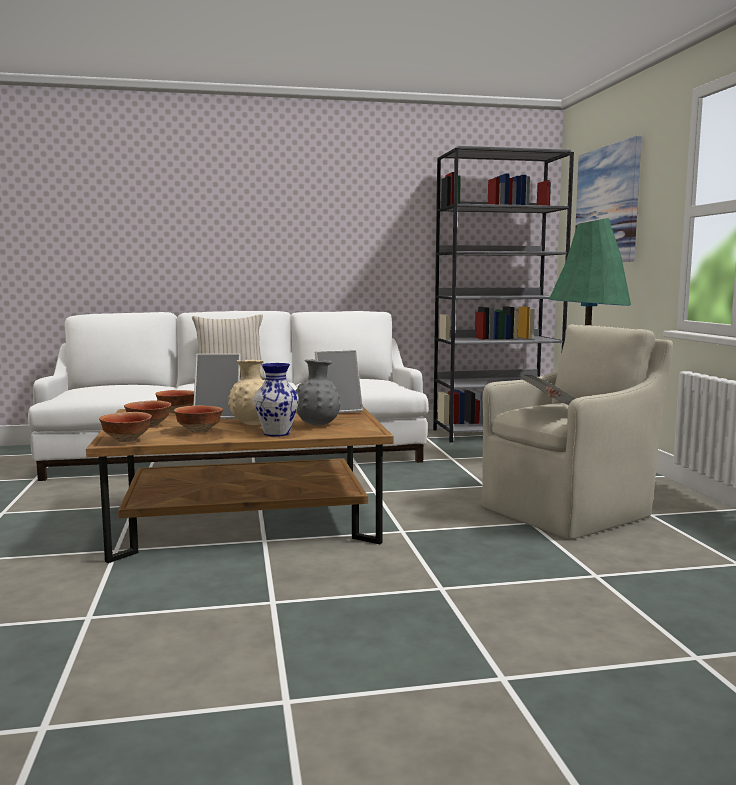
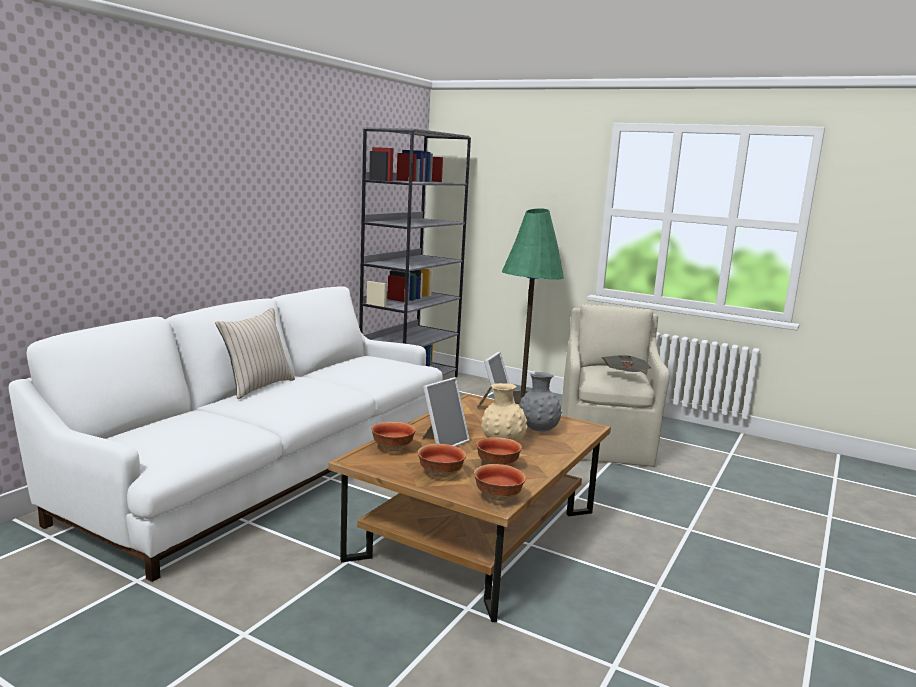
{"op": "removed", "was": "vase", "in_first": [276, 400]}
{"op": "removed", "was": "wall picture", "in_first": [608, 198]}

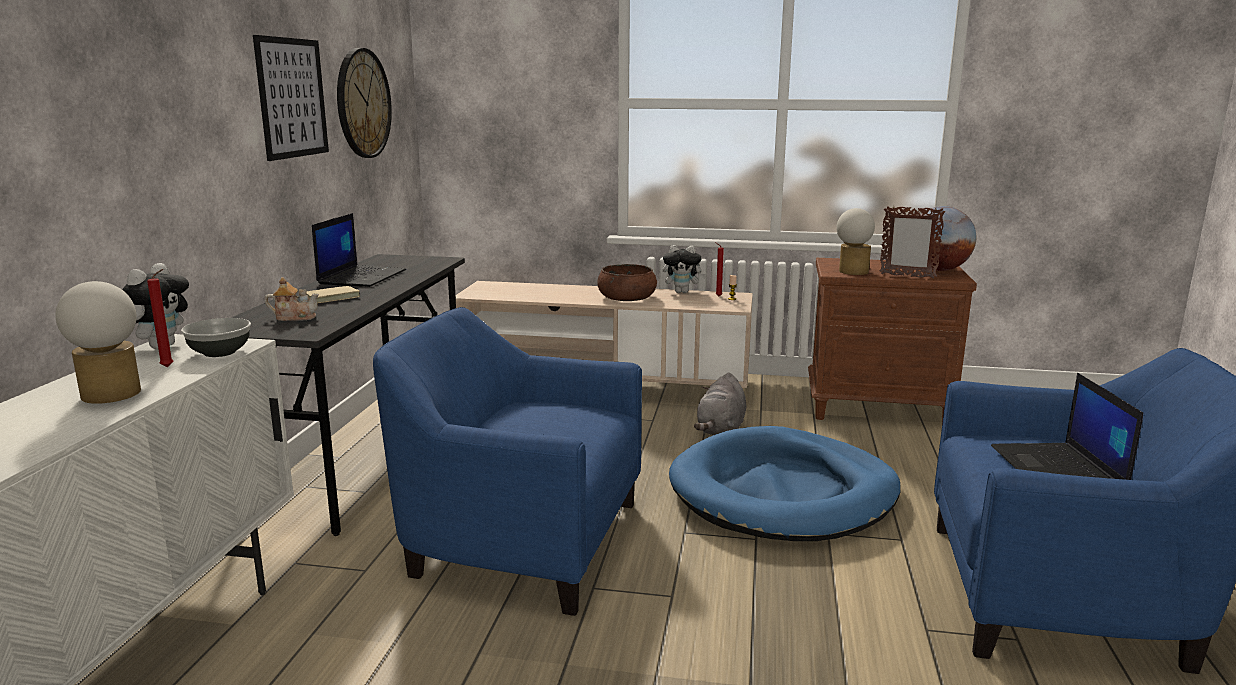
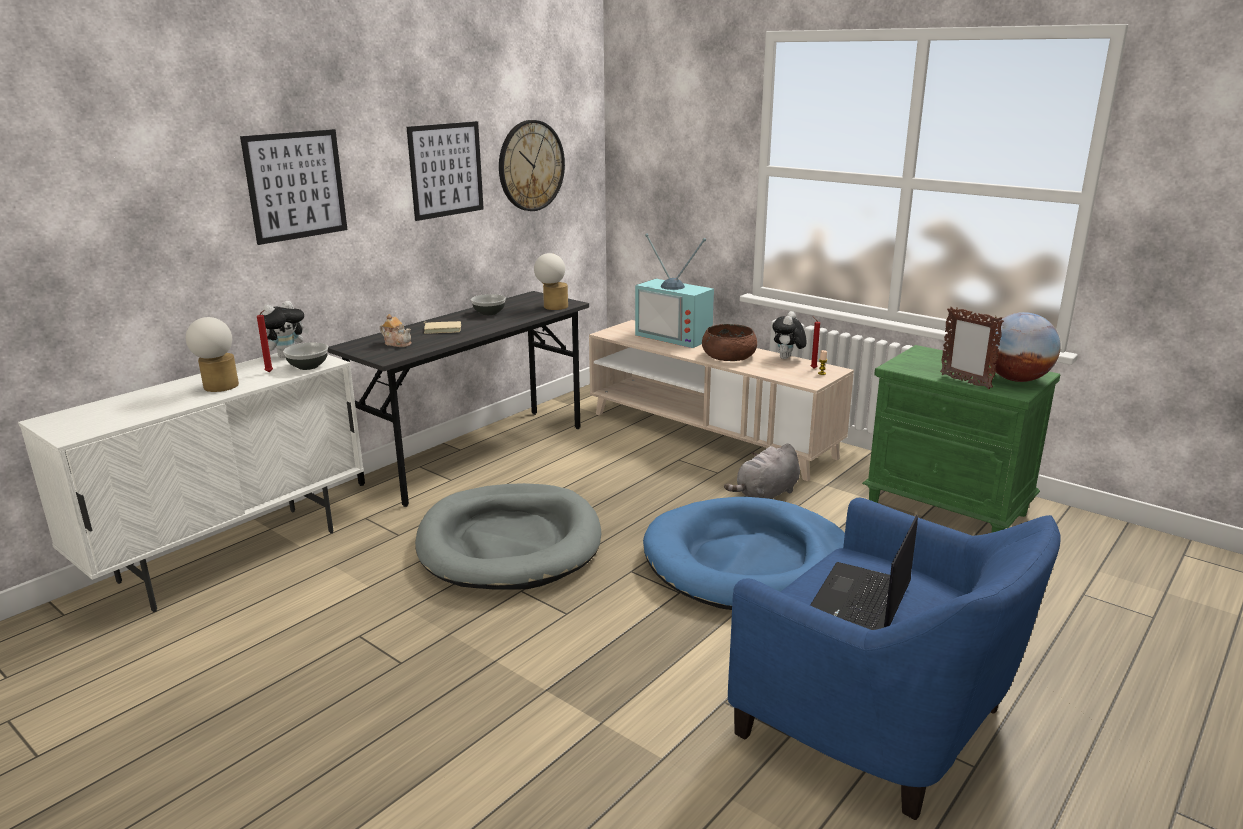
{"op": "added", "now": "wall picture", "in_second": [294, 187]}
{"op": "added", "now": "TV", "in_second": [674, 290]}
{"op": "moved", "was": "tabletop lamp", "in_first": [855, 241], "in_second": [551, 281]}
{"op": "replaced", "was": "notebook computer", "now": "bowl", "in_first": [359, 250], "in_second": [488, 304]}
{"op": "replaced", "was": "armchair in bluish", "now": "dog cushion in greyish", "in_first": [507, 461], "in_second": [508, 536]}
{"op": "recoloured", "was": "night table in brown", "now": "night table in green", "in_first": [892, 340], "in_second": [961, 439]}
{"op": "turned", "was": "cuddly toy", "in_first": [685, 269], "in_second": [789, 335], "clockwise": 75}

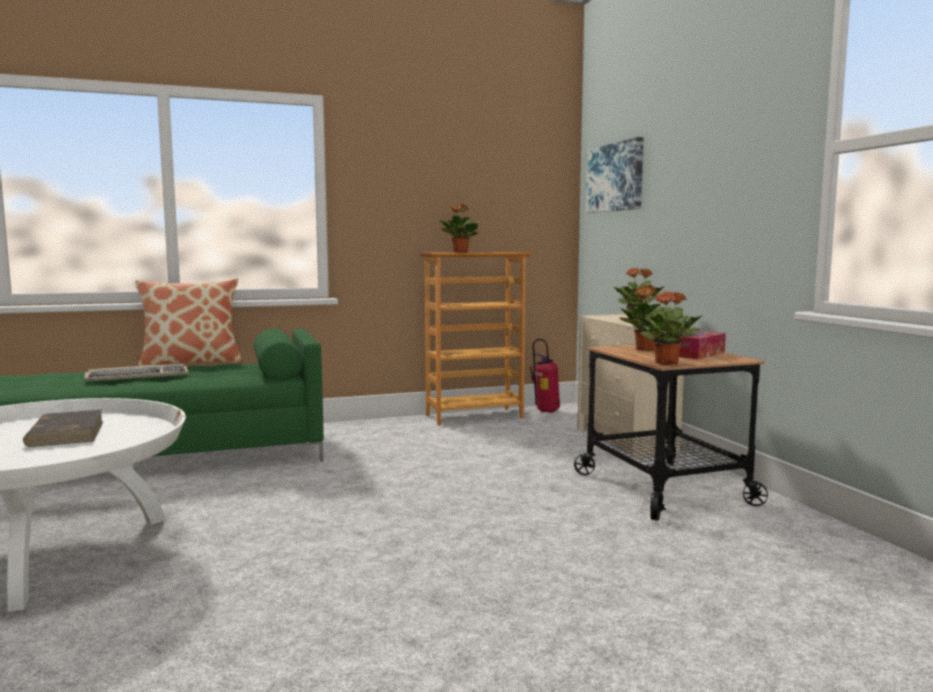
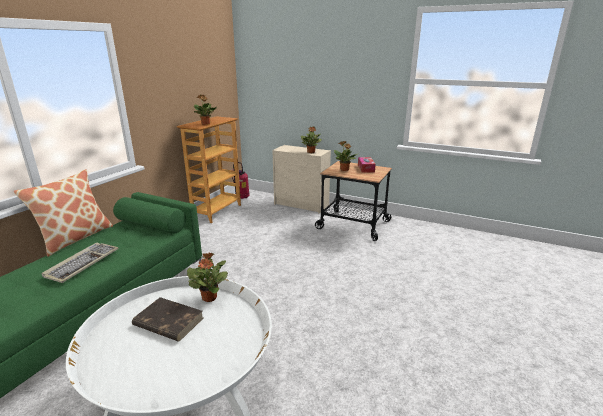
{"op": "removed", "was": "wall picture", "in_first": [615, 175]}
{"op": "moved", "was": "houseplant", "in_first": [670, 328], "in_second": [207, 277]}

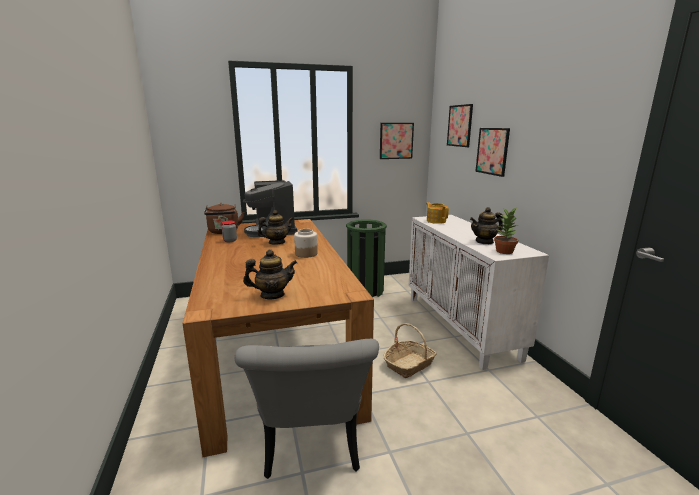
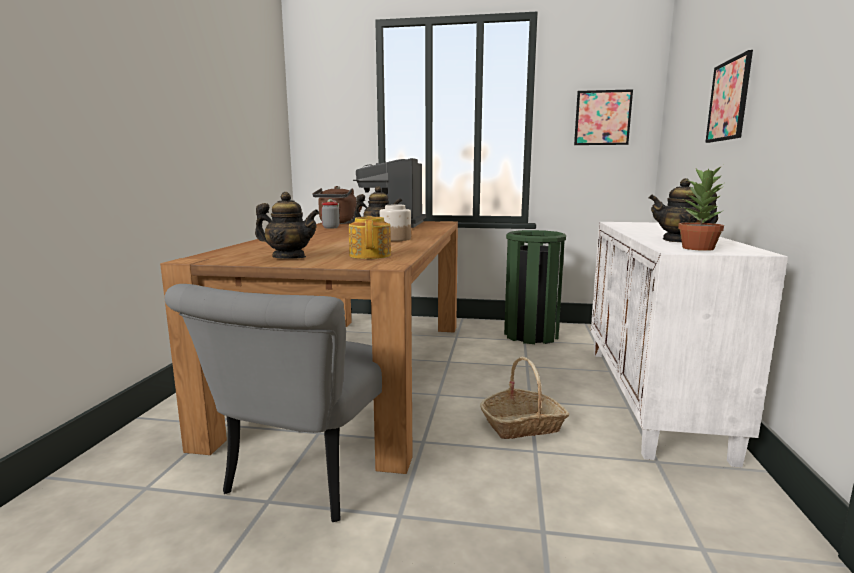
{"op": "removed", "was": "wall picture", "in_first": [460, 125]}
{"op": "moved", "was": "teapot", "in_first": [437, 213], "in_second": [370, 237]}

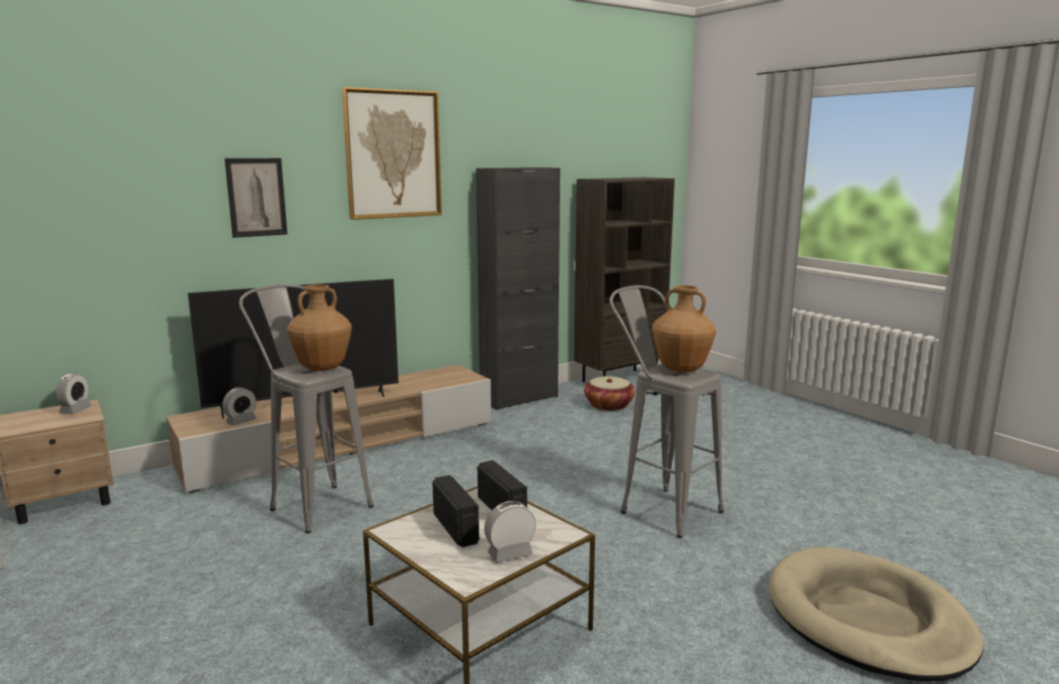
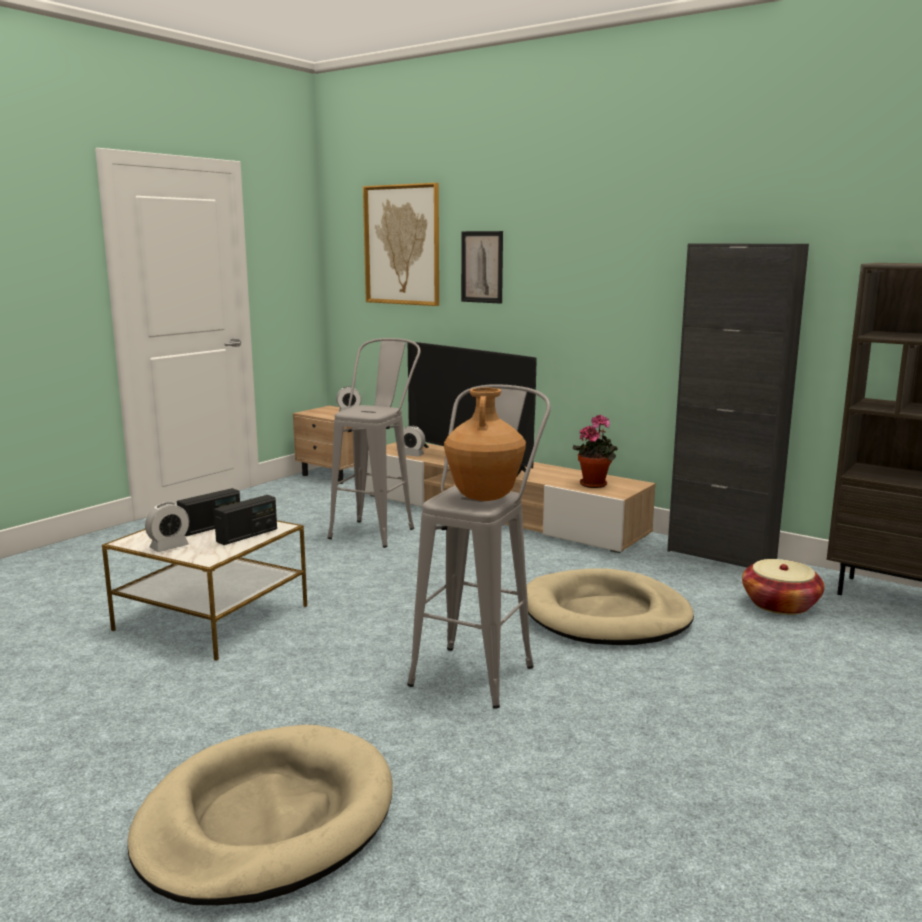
{"op": "removed", "was": "vase in brown", "in_first": [319, 327]}
{"op": "added", "now": "dog cushion in beige-coloured", "in_second": [610, 607]}
{"op": "added", "now": "houseplant", "in_second": [595, 451]}
{"op": "moved", "was": "wall picture", "in_first": [392, 153], "in_second": [401, 244]}
{"op": "turned", "was": "alarm clock", "in_first": [510, 532], "in_second": [167, 527], "clockwise": 90}

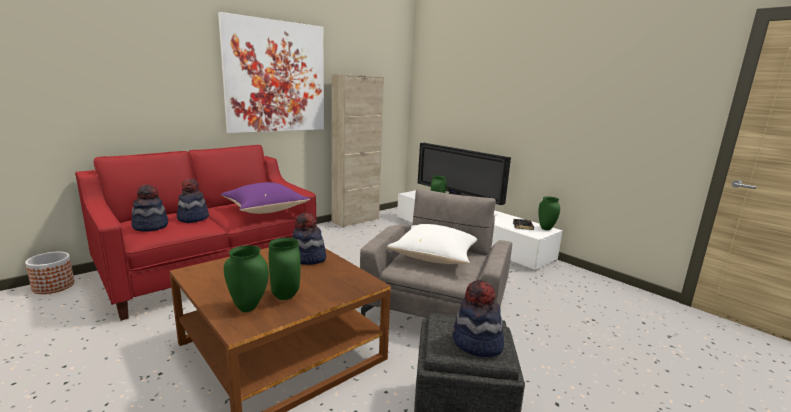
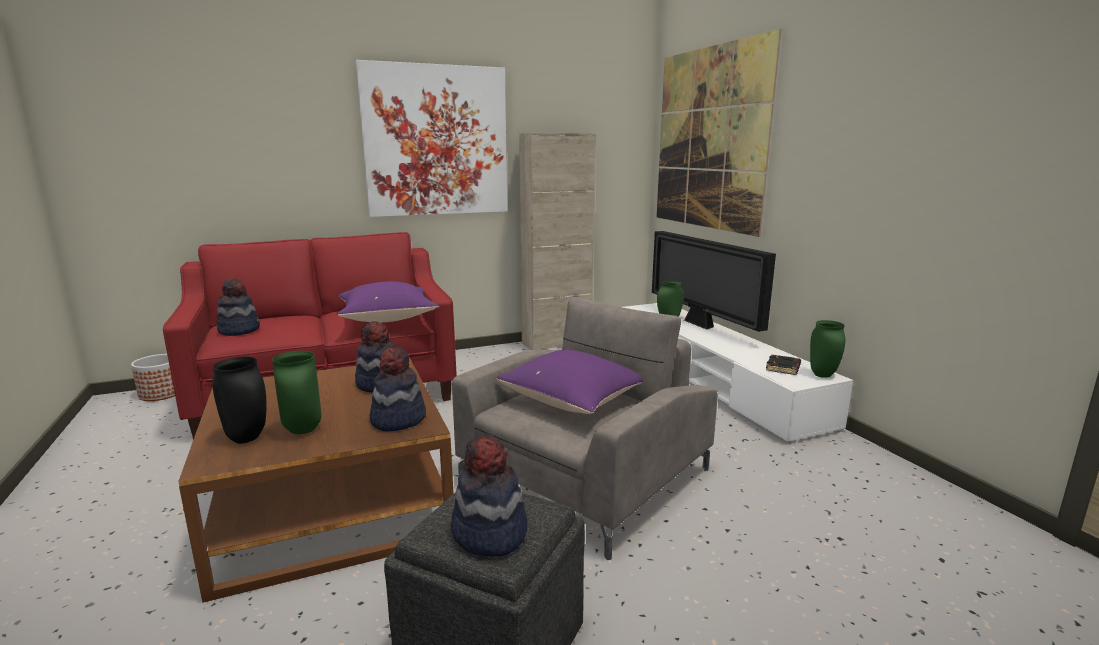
{"op": "added", "now": "wall picture", "in_second": [718, 133]}
{"op": "moved", "was": "clothing hat", "in_first": [193, 200], "in_second": [397, 389]}
{"op": "recoloured", "was": "vase in green", "now": "vase in blackish", "in_first": [246, 278], "in_second": [239, 400]}
{"op": "recoloured", "was": "throw pillow in whitish", "now": "throw pillow in purplish", "in_first": [432, 244], "in_second": [569, 382]}

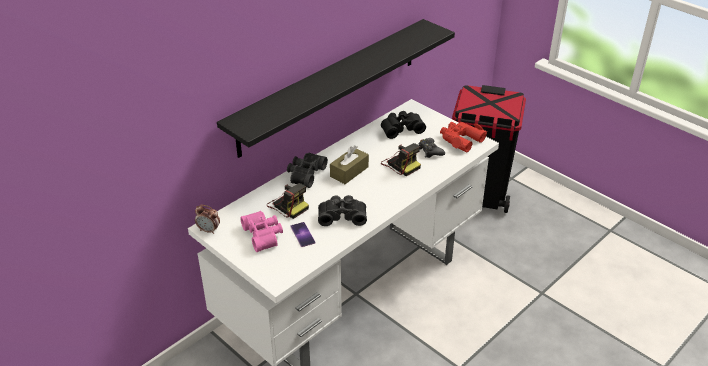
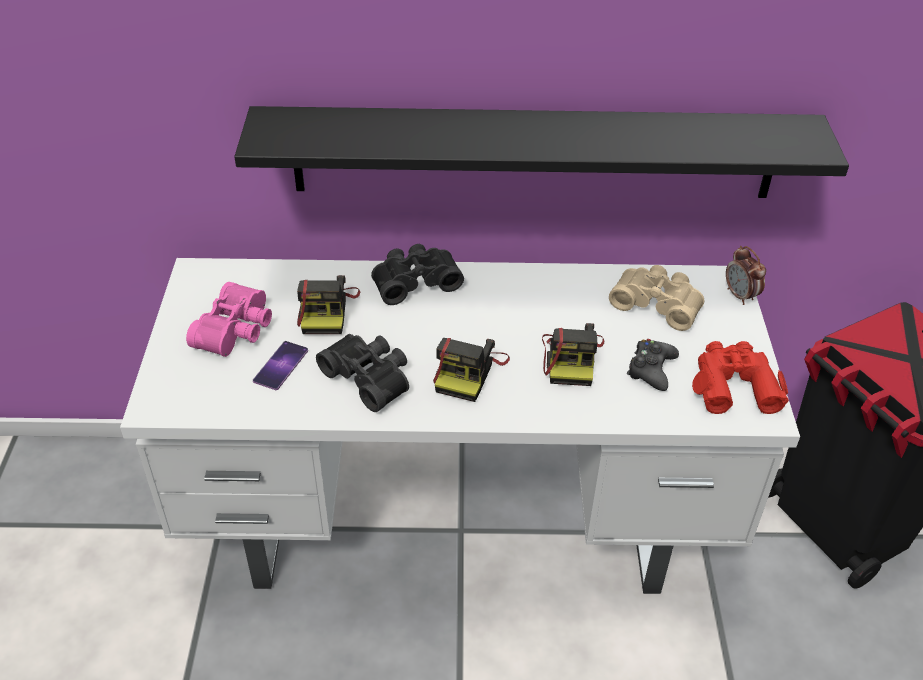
{"op": "removed", "was": "box of tissues in brown", "in_first": [349, 164]}
{"op": "added", "now": "photo camera", "in_second": [471, 370]}
{"op": "moved", "was": "alarm clock", "in_first": [207, 219], "in_second": [746, 275]}
{"op": "recoloured", "was": "binoculars in blackish", "now": "binoculars in beige-coloured", "in_first": [403, 125], "in_second": [656, 298]}

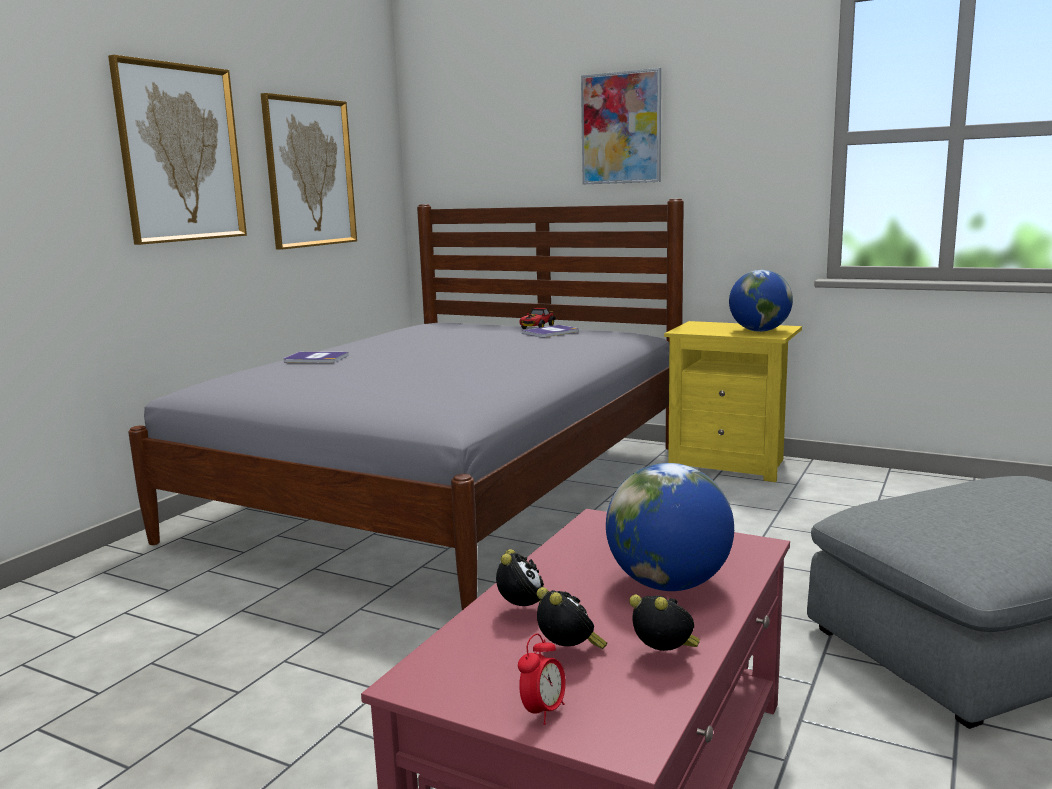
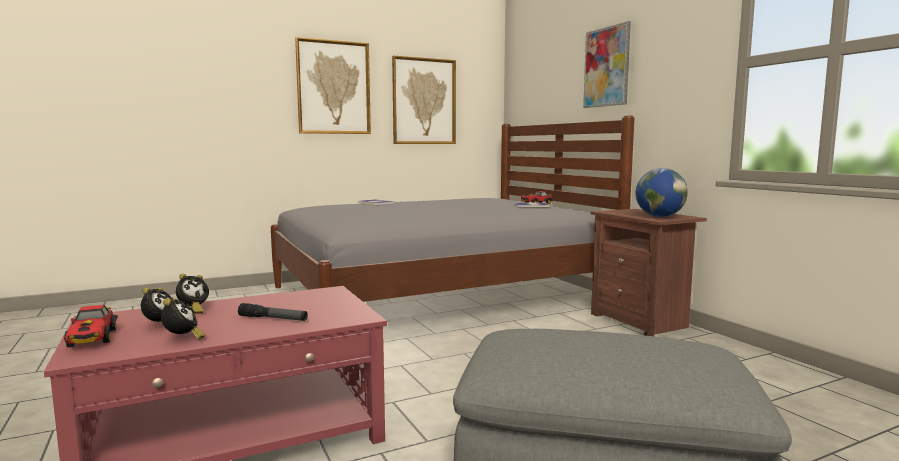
{"op": "replaced", "was": "alarm clock", "now": "toy car", "in_first": [542, 679], "in_second": [91, 326]}
{"op": "replaced", "was": "globe", "now": "hand torch", "in_first": [670, 527], "in_second": [273, 312]}
{"op": "recoloured", "was": "night table in yellowish", "now": "night table in brown", "in_first": [733, 401], "in_second": [649, 272]}

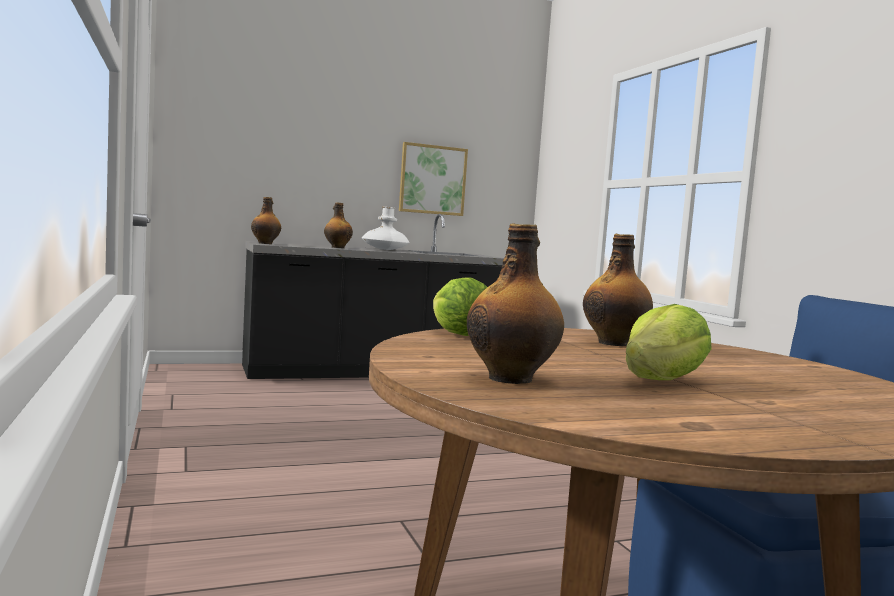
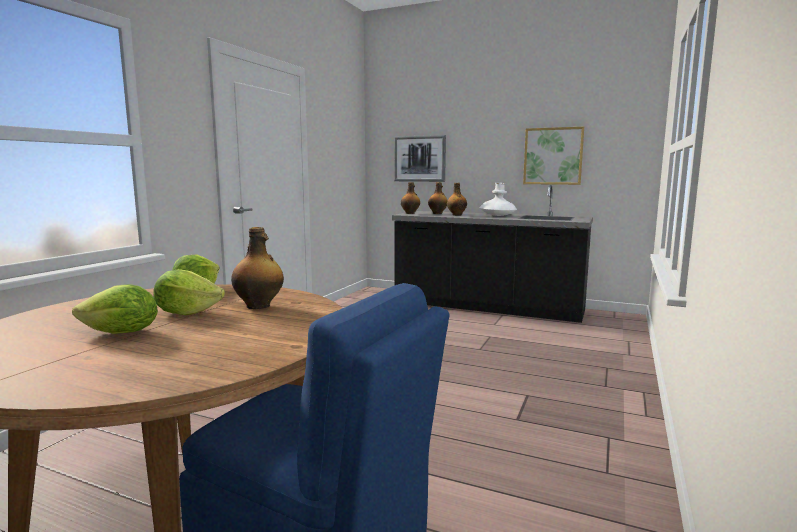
{"op": "added", "now": "lettuce head", "in_second": [189, 292]}
{"op": "added", "now": "wall picture", "in_second": [420, 158]}
{"op": "moved", "was": "bottle", "in_first": [515, 303], "in_second": [438, 198]}

